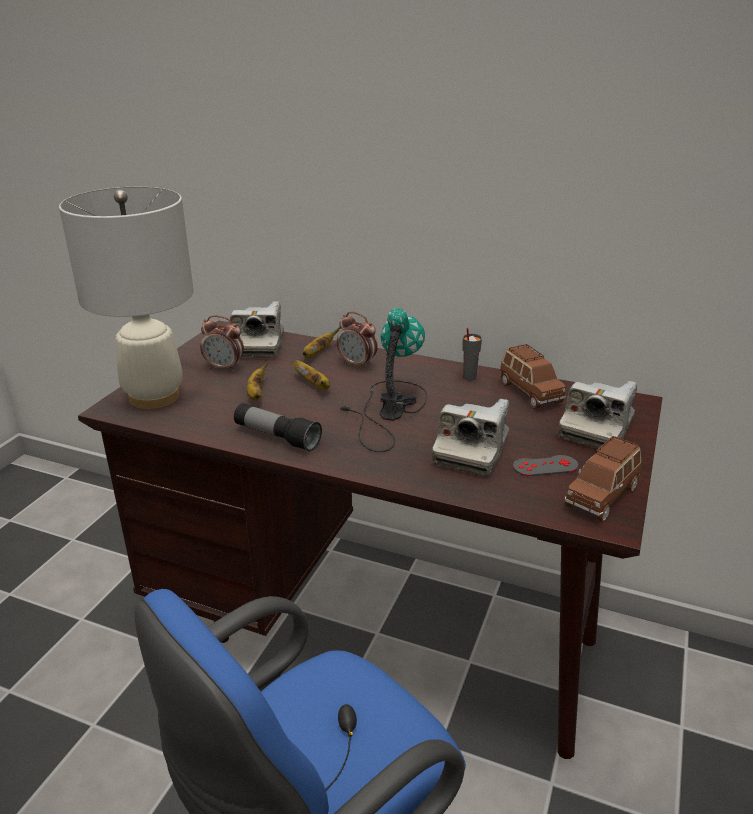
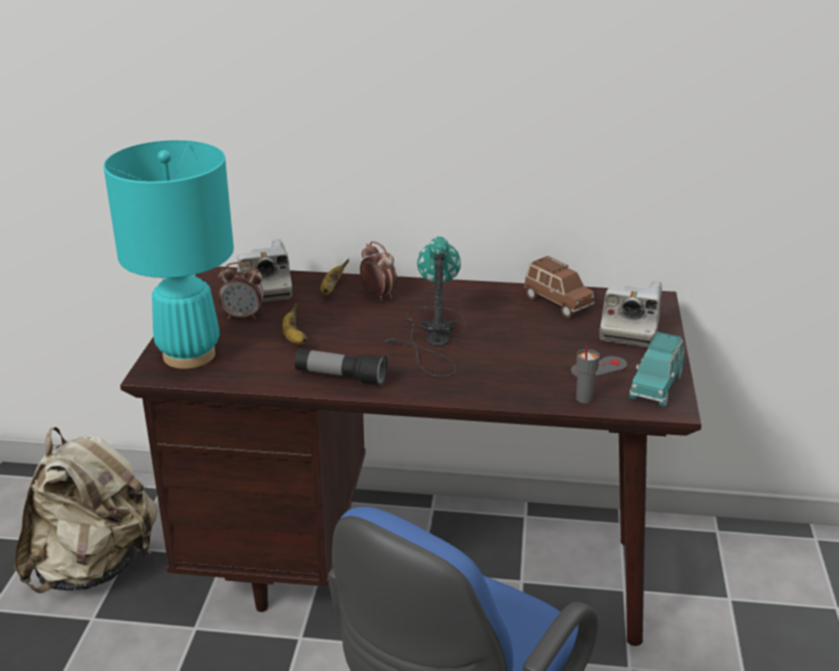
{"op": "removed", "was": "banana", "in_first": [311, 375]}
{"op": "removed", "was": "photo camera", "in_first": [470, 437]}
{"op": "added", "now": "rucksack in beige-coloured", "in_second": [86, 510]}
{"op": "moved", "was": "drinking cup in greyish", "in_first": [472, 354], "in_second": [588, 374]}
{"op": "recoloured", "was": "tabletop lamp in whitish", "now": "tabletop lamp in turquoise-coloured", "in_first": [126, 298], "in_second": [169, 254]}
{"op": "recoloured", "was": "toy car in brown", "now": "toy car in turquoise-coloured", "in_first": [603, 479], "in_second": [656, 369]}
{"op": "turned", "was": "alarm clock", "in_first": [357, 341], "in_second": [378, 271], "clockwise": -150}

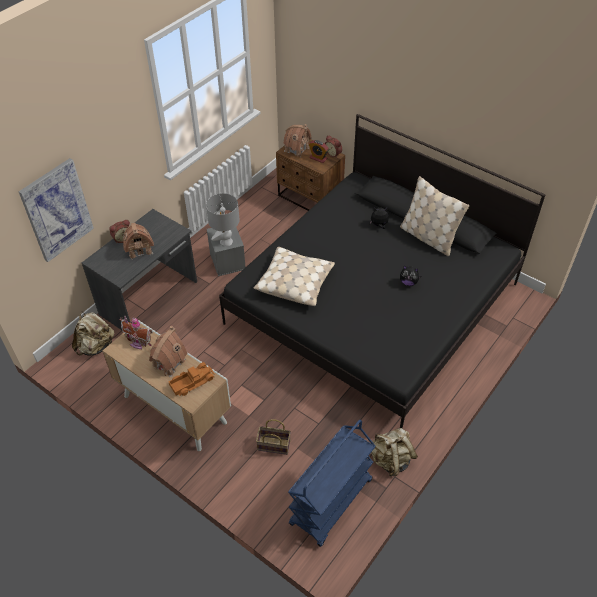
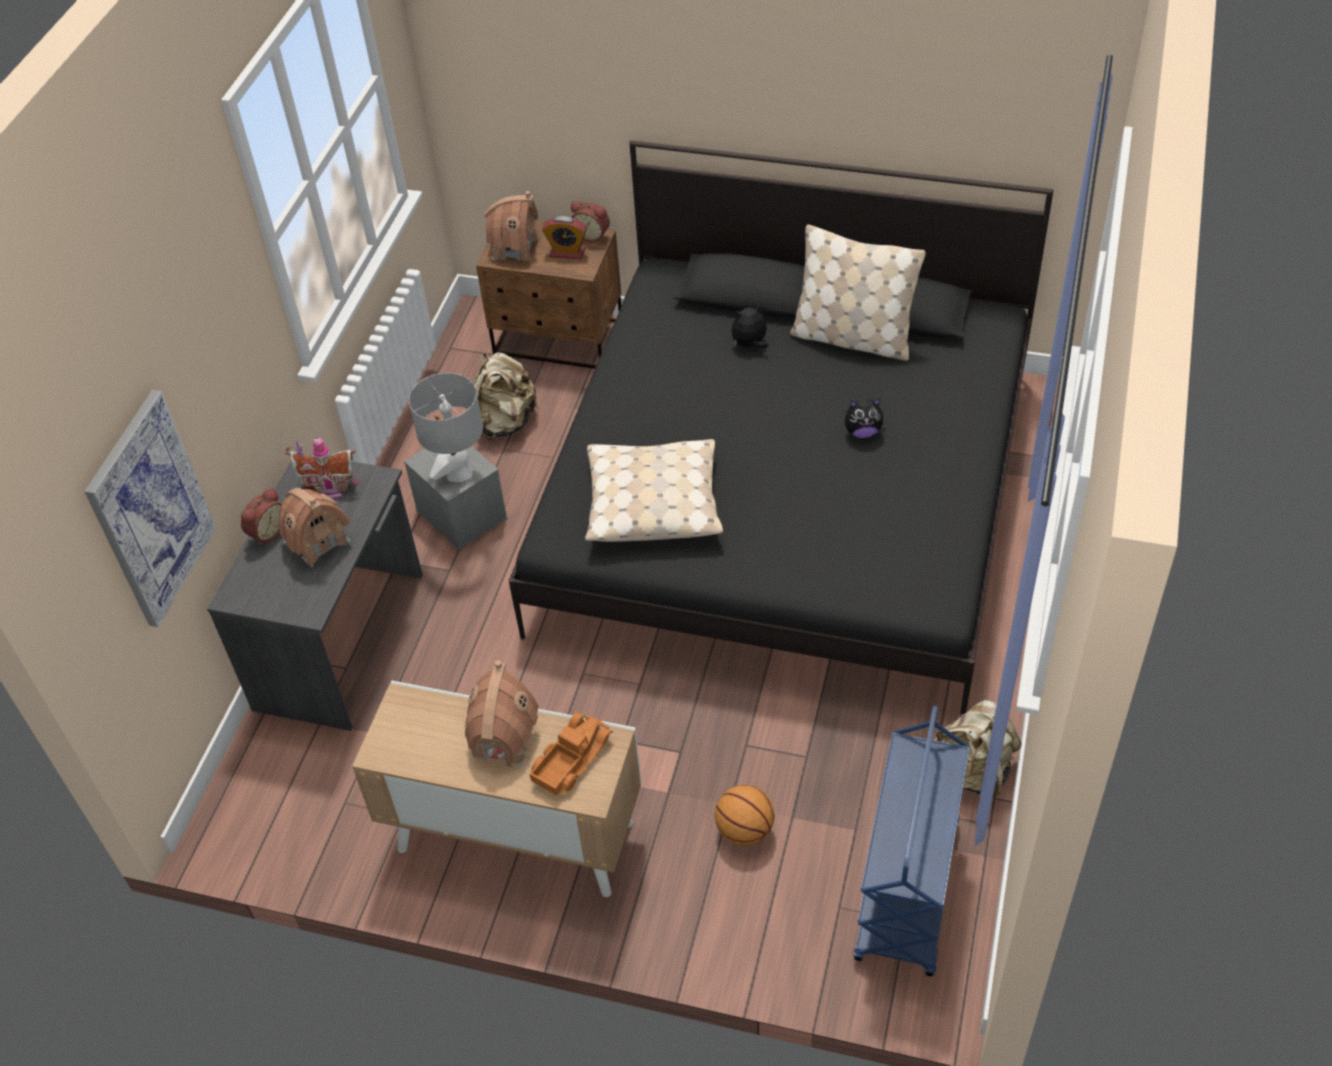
{"op": "moved", "was": "rucksack in beige-coloured", "in_first": [93, 334], "in_second": [506, 396]}
{"op": "moved", "was": "model house", "in_first": [136, 332], "in_second": [322, 467]}
{"op": "replaced", "was": "basket", "now": "ball for basketball", "in_first": [273, 437], "in_second": [745, 815]}

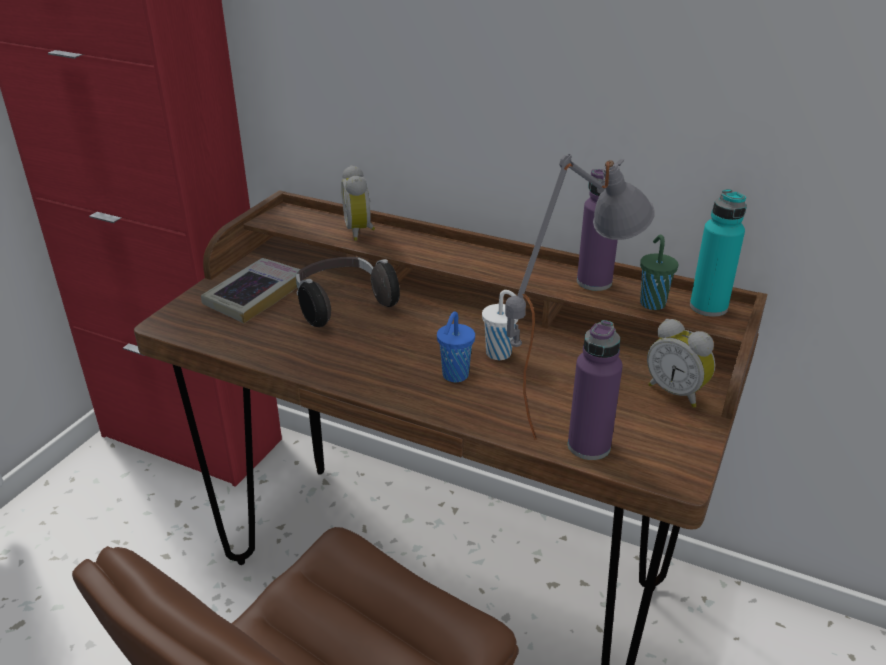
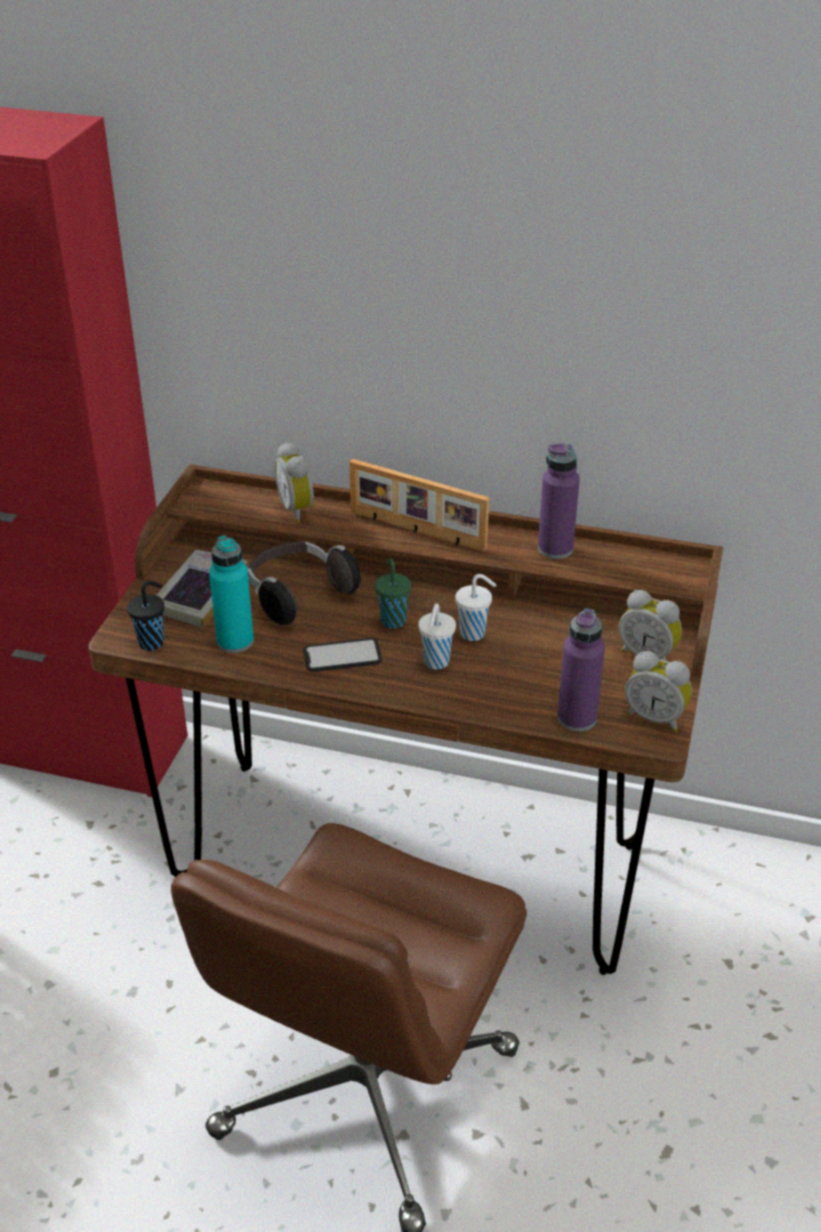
{"op": "removed", "was": "tabletop lamp in greyish", "in_first": [580, 297]}
{"op": "added", "now": "drinking cup in blackish", "in_second": [145, 615]}
{"op": "added", "now": "phone", "in_second": [342, 655]}
{"op": "added", "now": "picture frame", "in_second": [419, 505]}
{"op": "added", "now": "alarm clock", "in_second": [658, 691]}
{"op": "moved", "was": "drinking cup in green", "in_first": [659, 272], "in_second": [393, 593]}
{"op": "moved", "was": "bottle in turquoise-coloured", "in_first": [718, 253], "in_second": [231, 594]}
{"op": "recoloured", "was": "drinking cup in bluish", "now": "drinking cup in whitish", "in_first": [456, 346], "in_second": [437, 636]}

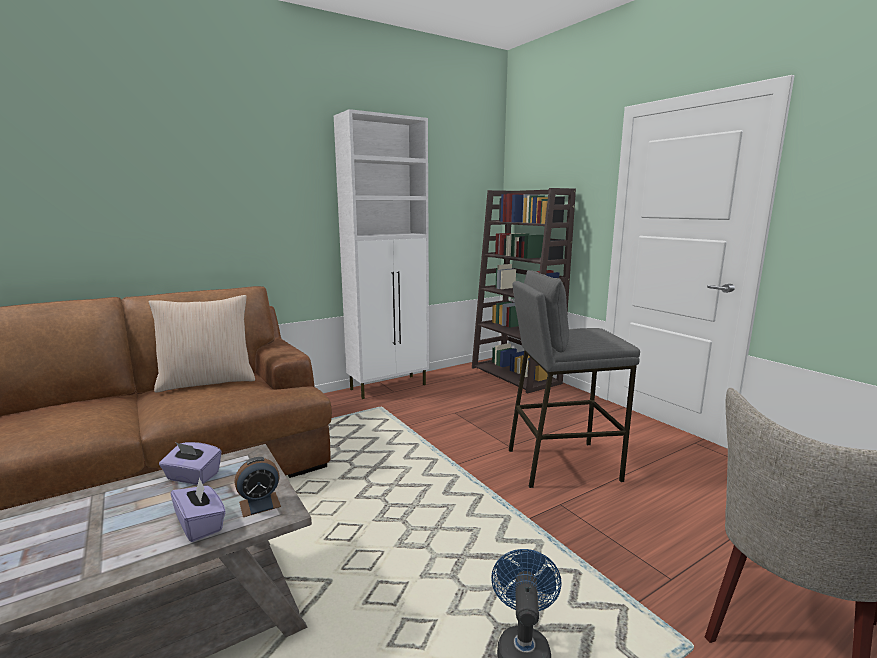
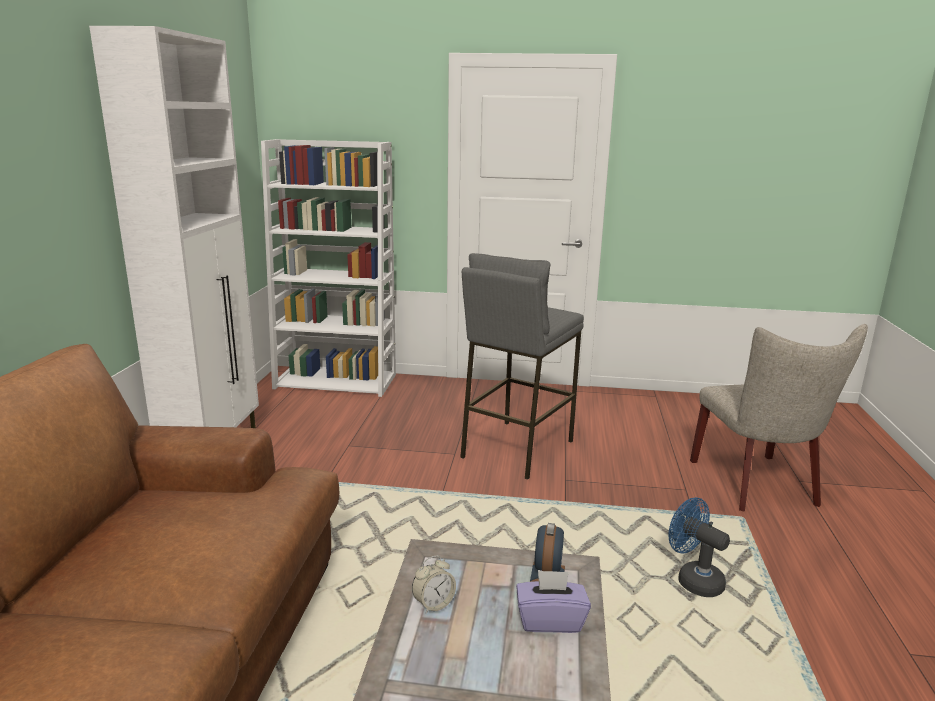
{"op": "removed", "was": "throw pillow in beige-coloured", "in_first": [201, 344]}
{"op": "replaced", "was": "box of tissues in purplish", "now": "alarm clock", "in_first": [190, 463], "in_second": [434, 584]}
{"op": "recoloured", "was": "bookcase in brown", "now": "bookcase in whitish", "in_first": [524, 291], "in_second": [328, 268]}

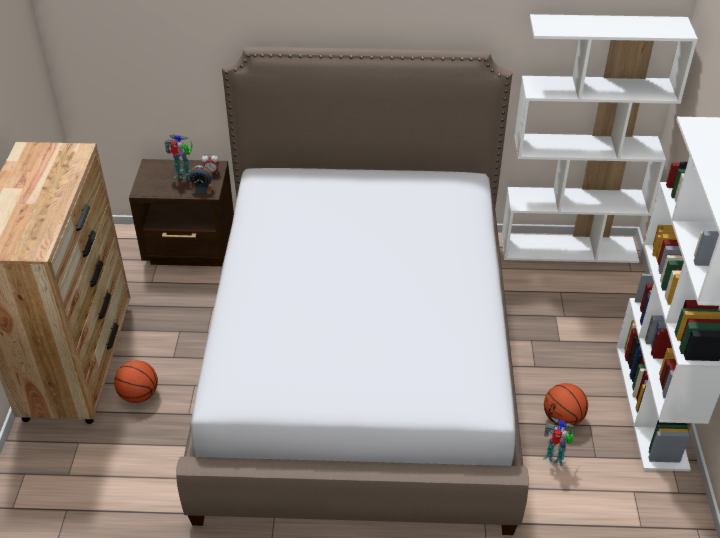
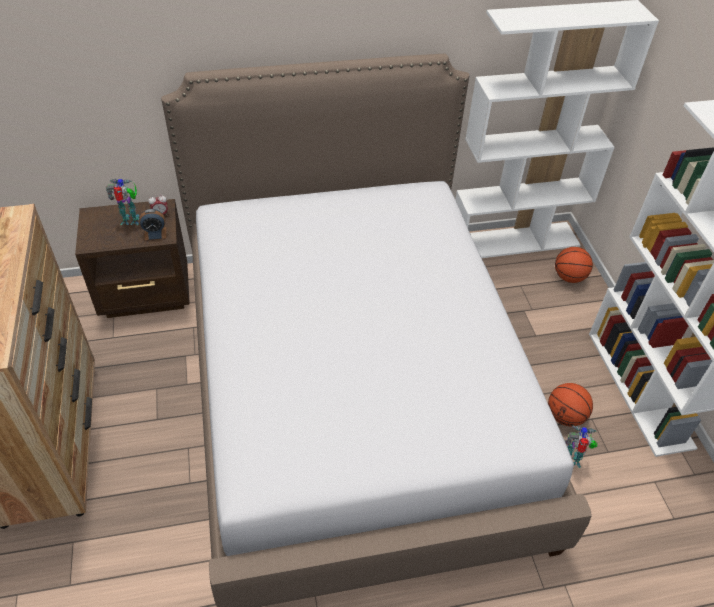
{"op": "moved", "was": "ball for basketball", "in_first": [136, 381], "in_second": [574, 265]}

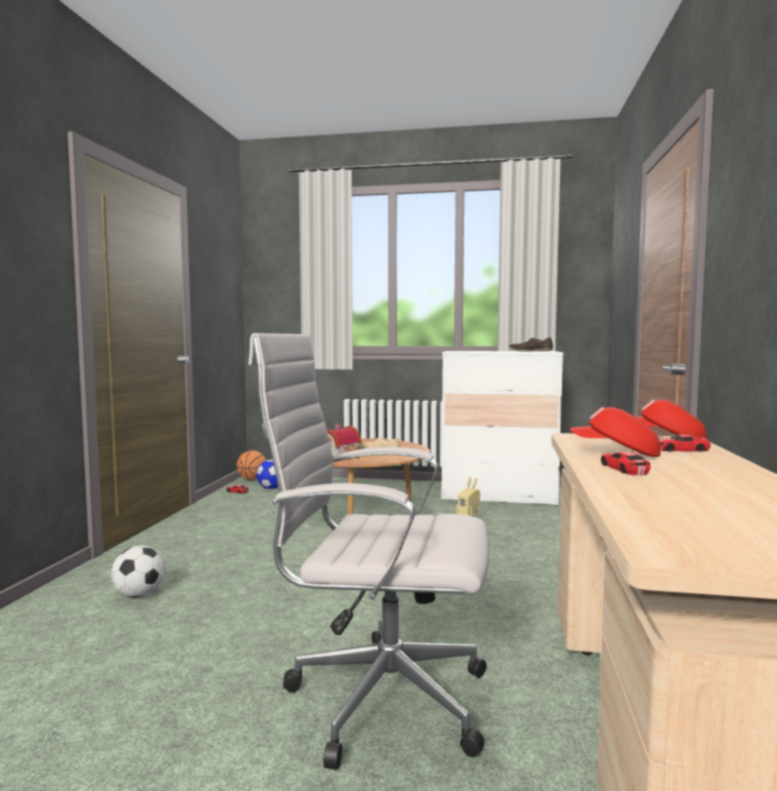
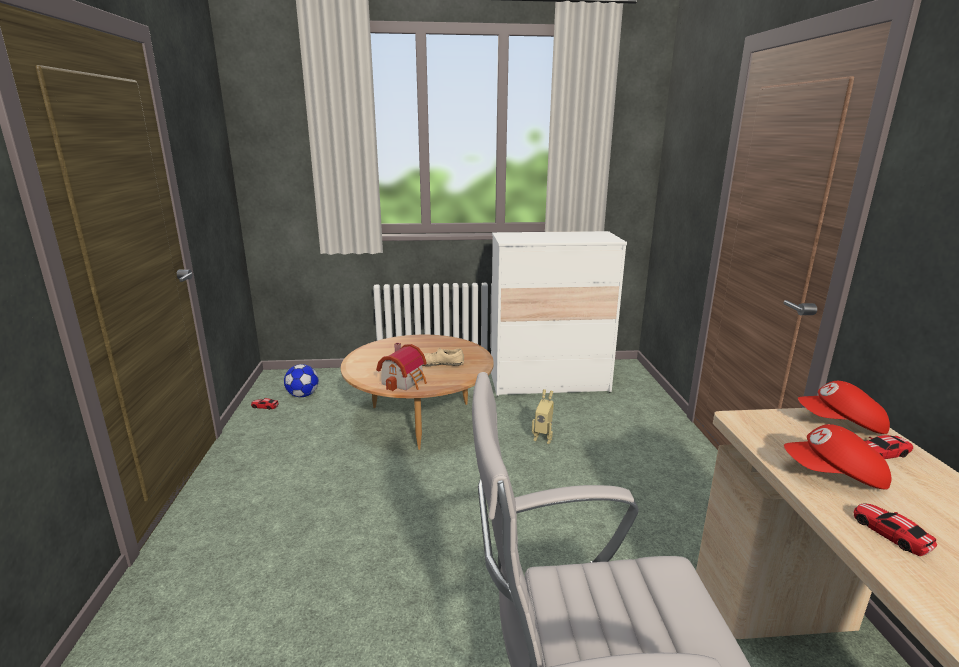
{"op": "removed", "was": "football", "in_first": [138, 571]}
{"op": "removed", "was": "ball for basketball", "in_first": [251, 465]}
{"op": "removed", "was": "low shoe in brown", "in_first": [531, 344]}

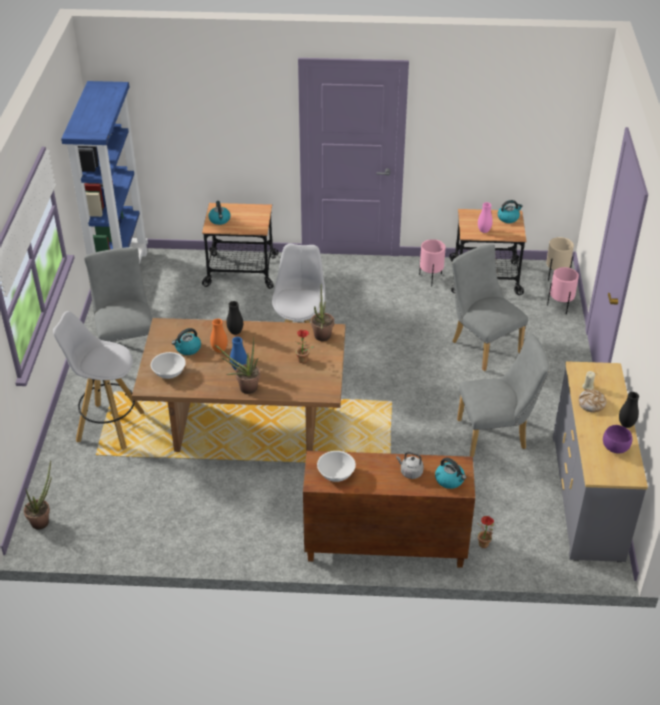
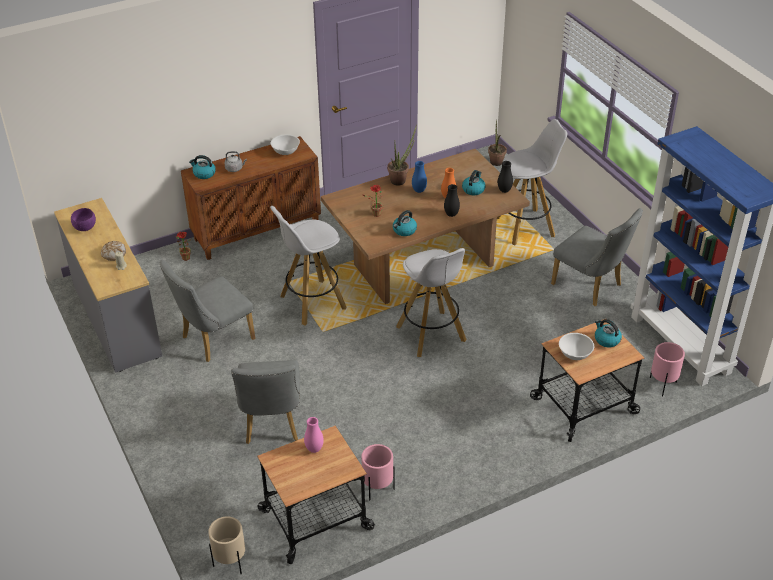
{"op": "removed", "was": "houseplant", "in_first": [322, 313]}
{"op": "added", "now": "stool seat in whitish", "in_second": [308, 266]}
{"op": "moved", "was": "bowl in whitish", "in_first": [168, 365], "in_second": [576, 346]}
{"op": "moved", "was": "tea kettle", "in_first": [510, 211], "in_second": [405, 223]}
{"op": "moved", "was": "flower pot in pinkish", "in_first": [563, 290], "in_second": [667, 369]}
{"op": "moved", "was": "vase in blackish", "in_first": [629, 410], "in_second": [505, 177]}
{"op": "turned", "was": "chair in greyish", "in_first": [490, 307], "in_second": [265, 402], "clockwise": 60}

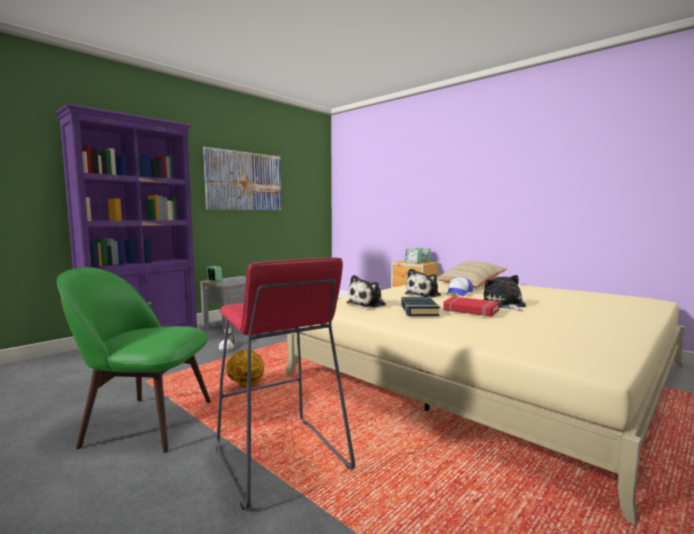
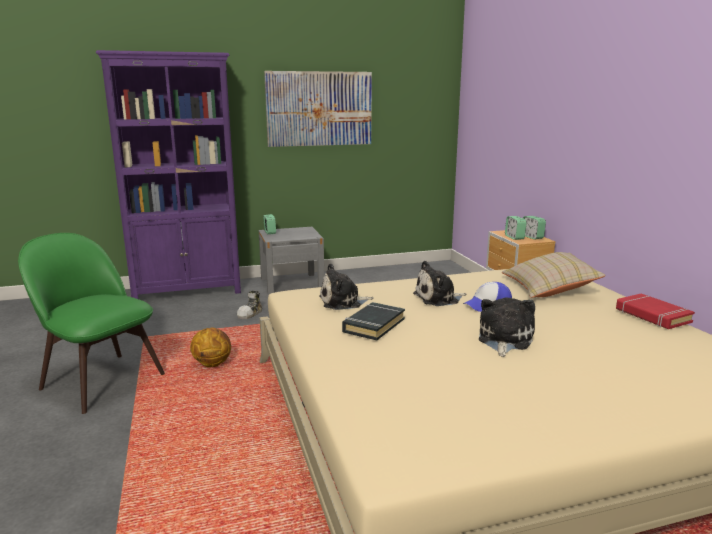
{"op": "removed", "was": "stool seat in red-coloured", "in_first": [285, 383]}
{"op": "moved", "was": "volume in red-coloured", "in_first": [471, 306], "in_second": [655, 311]}

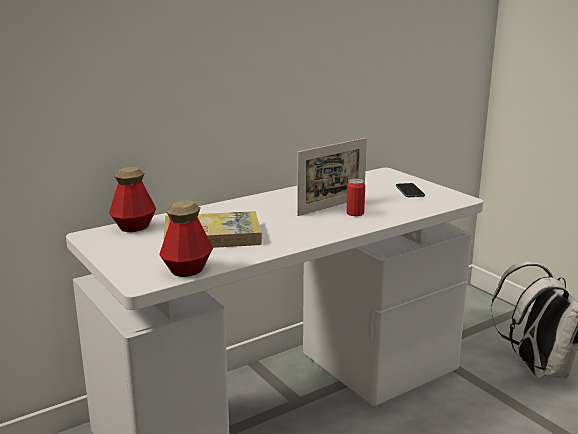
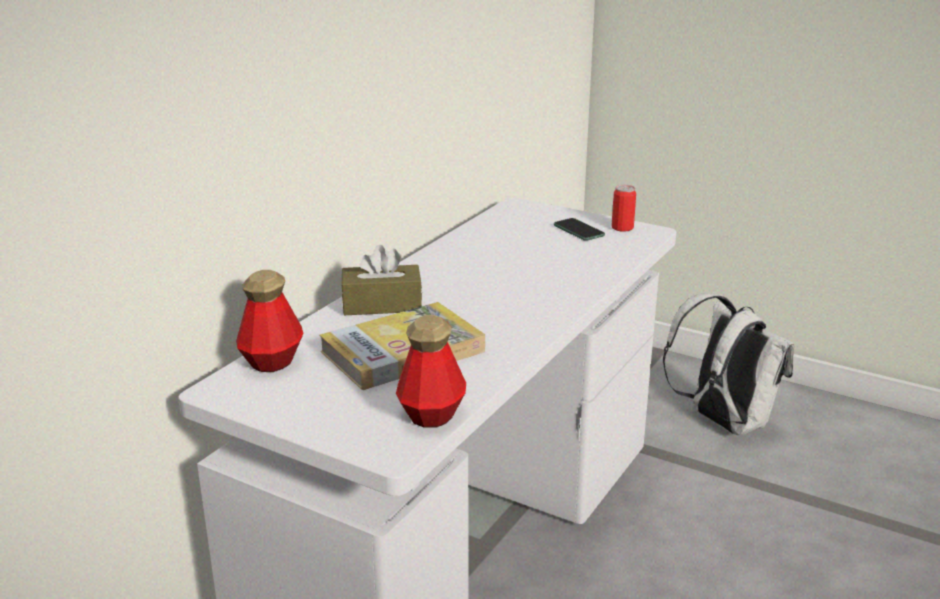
{"op": "removed", "was": "picture frame", "in_first": [332, 177]}
{"op": "added", "now": "box of tissues in brown", "in_second": [382, 280]}
{"op": "moved", "was": "metal can", "in_first": [355, 197], "in_second": [623, 208]}

